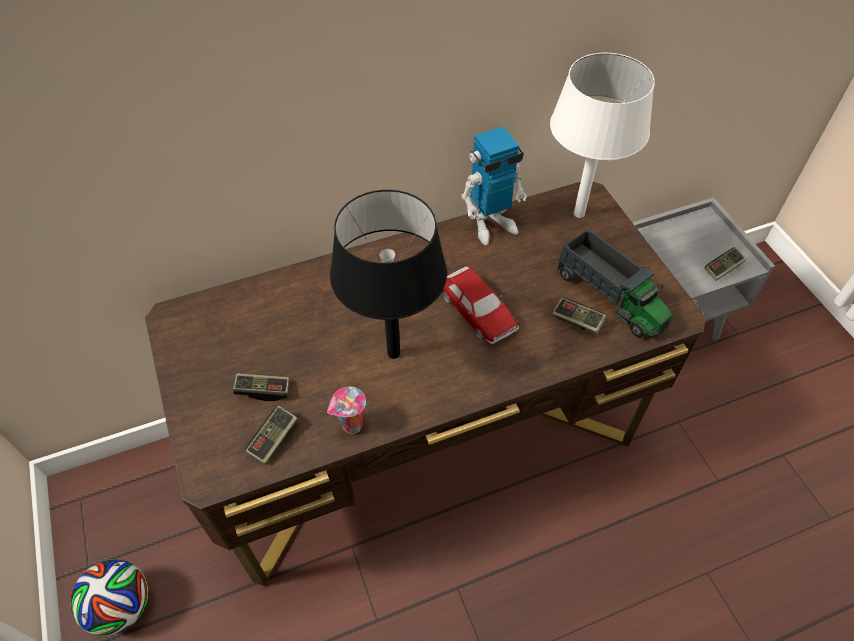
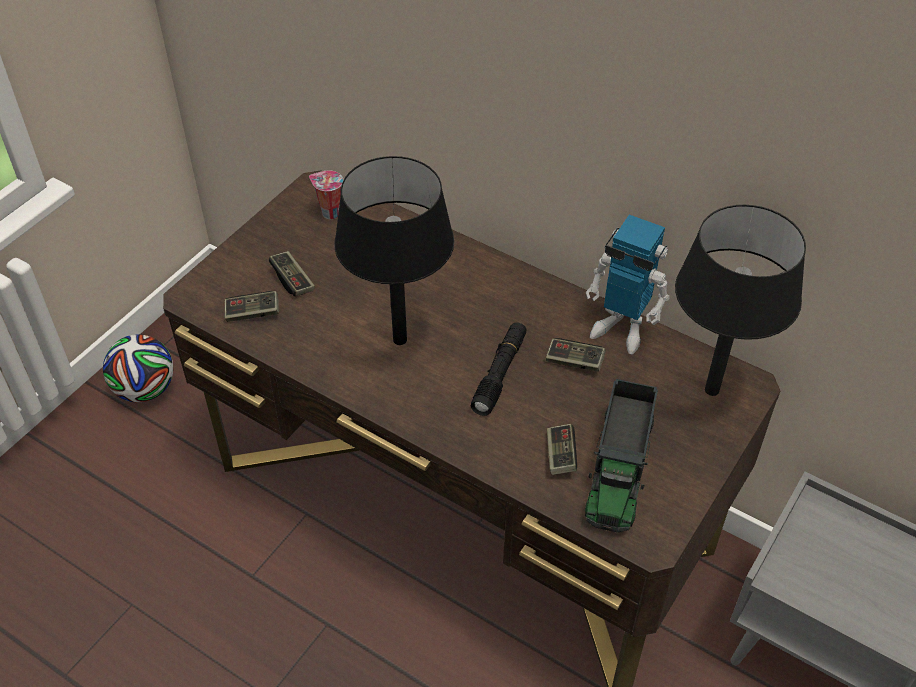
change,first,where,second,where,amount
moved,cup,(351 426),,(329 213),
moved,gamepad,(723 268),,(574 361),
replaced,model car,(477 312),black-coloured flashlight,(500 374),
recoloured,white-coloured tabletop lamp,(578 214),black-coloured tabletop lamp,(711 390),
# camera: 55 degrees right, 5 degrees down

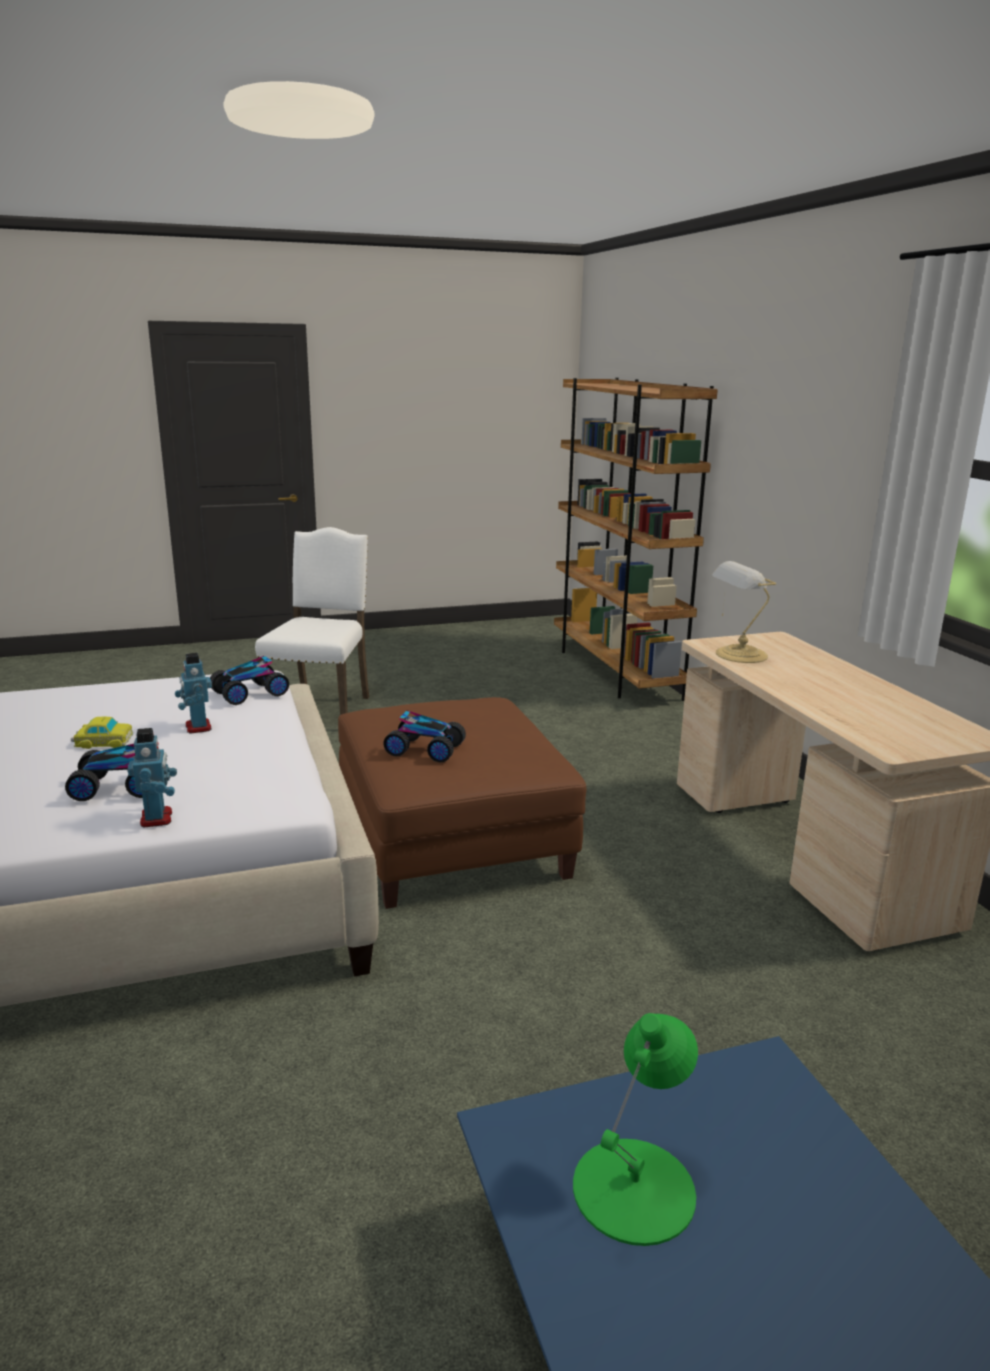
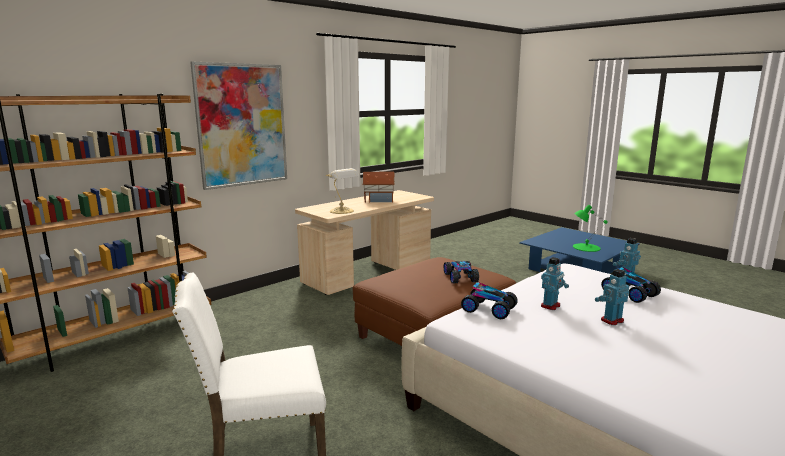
change,first,where,second,where,amount
added,,,wall picture,(242 125),
added,,,toy house,(378 200),
replaced,model car,(103 742),robot figure,(611 320),
# camera: 115 degrees left, 5 degrees down

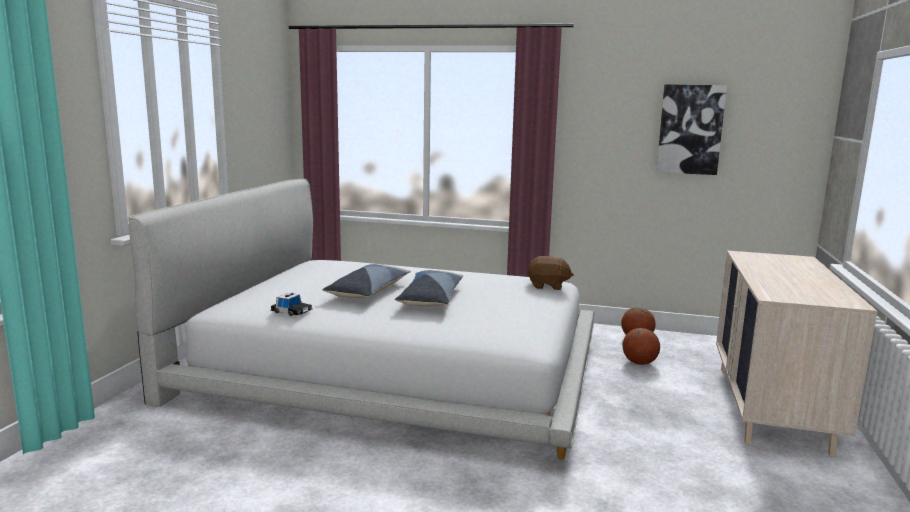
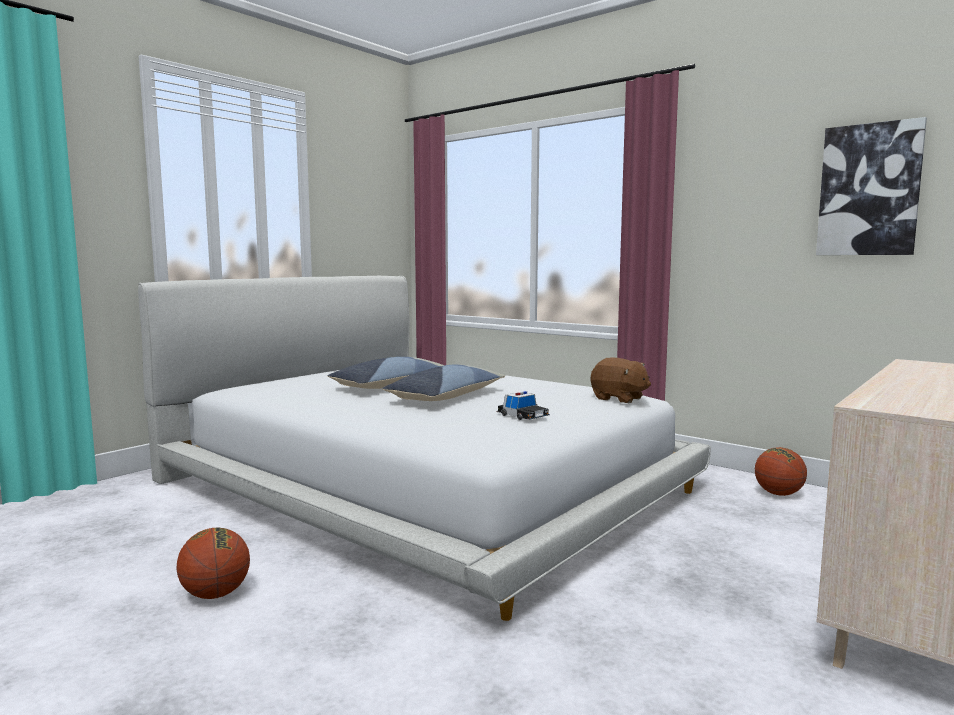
change,first,where,second,where,amount
moved,model car,(291 311),,(522 416),
moved,basketball ball,(639 363),,(215 594),
# camera: 25 degrees right, 5 degrees down

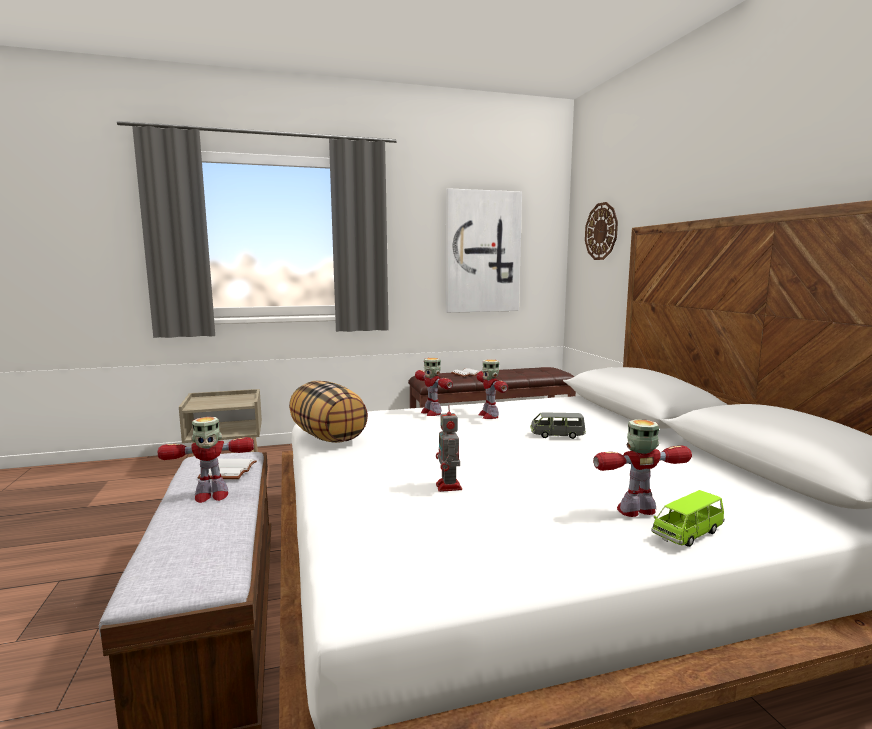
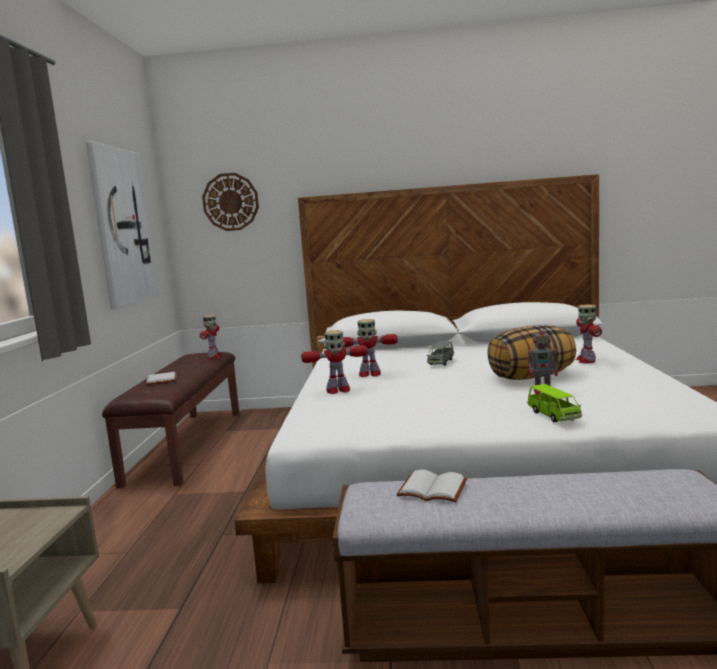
change,first,where,second,where,amount
moved,robot figure,(210 496),,(214 357),
moved,throw pillow,(329 437),,(531 377),
moved,green-coloured model car,(687 534),,(553 415),
# camera: 70 degrees left, 0 degrees up

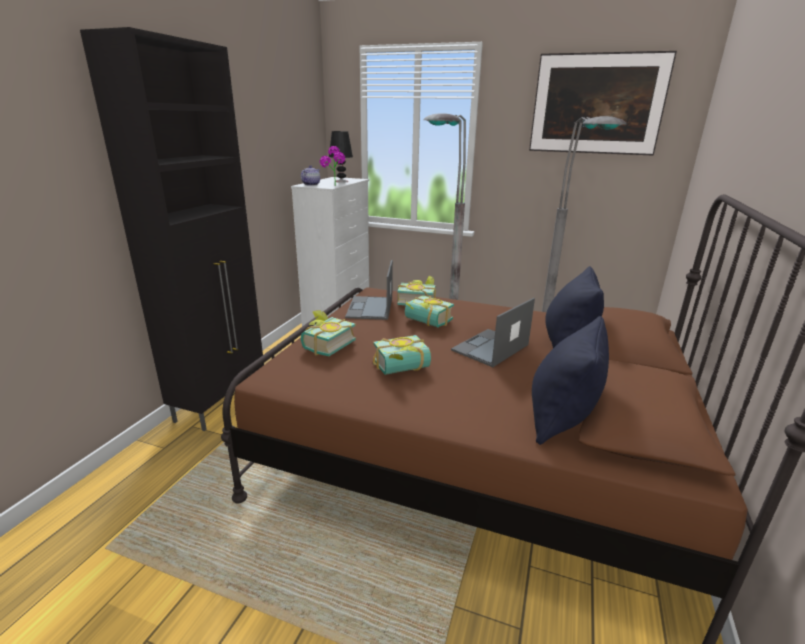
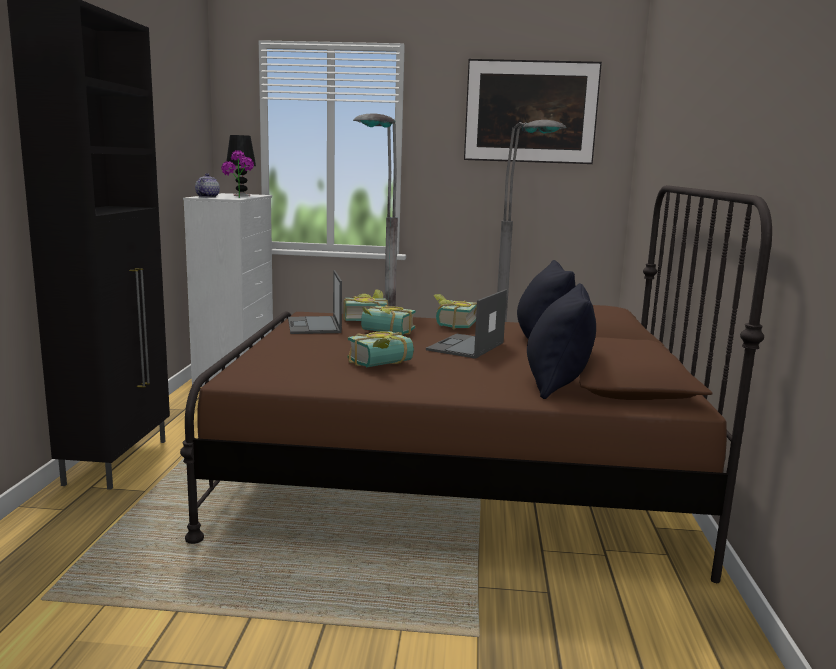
change,first,where,second,where,amount
moved,book,(325 345),,(451 324),
# camera: 15 degrees left, 10 degrees down

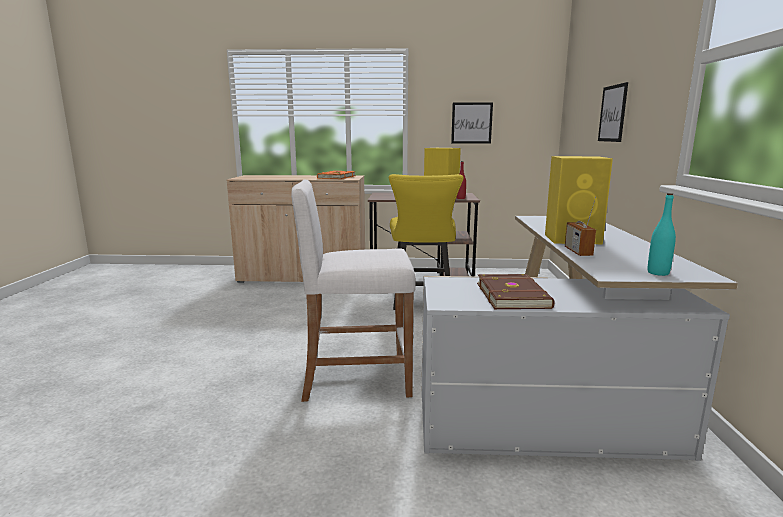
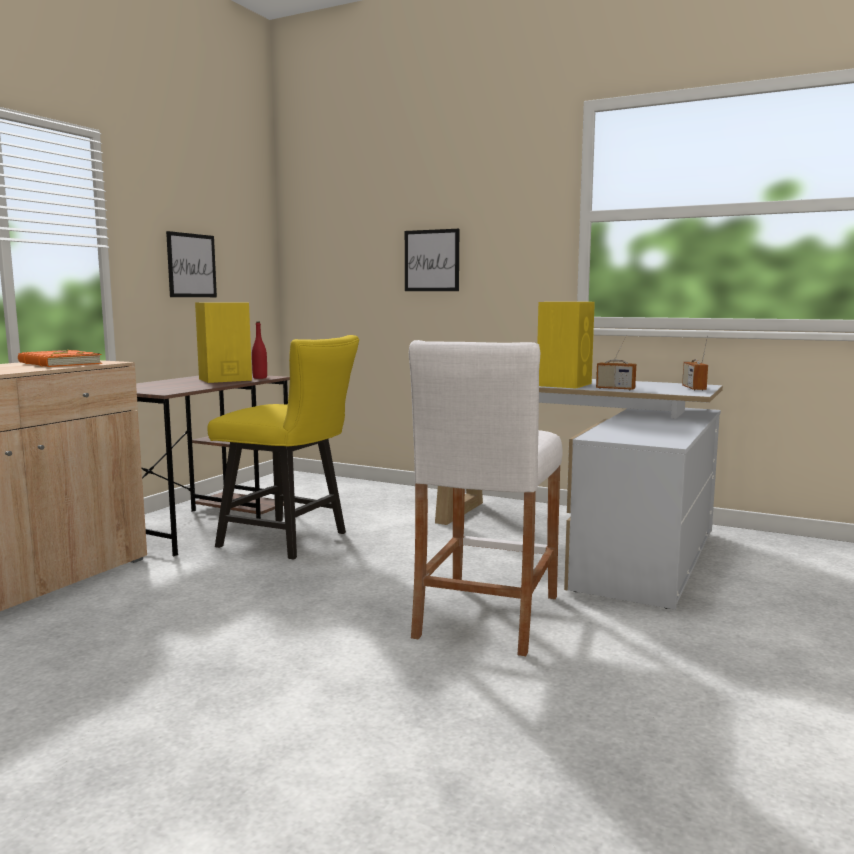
change,first,where,second,where,amount
removed,brown book,(513 295),,,
replaced,turquoise drink bottle,(658 273),radio receiver,(693 388),
# camera: 65 degrees left, 5 degrees down

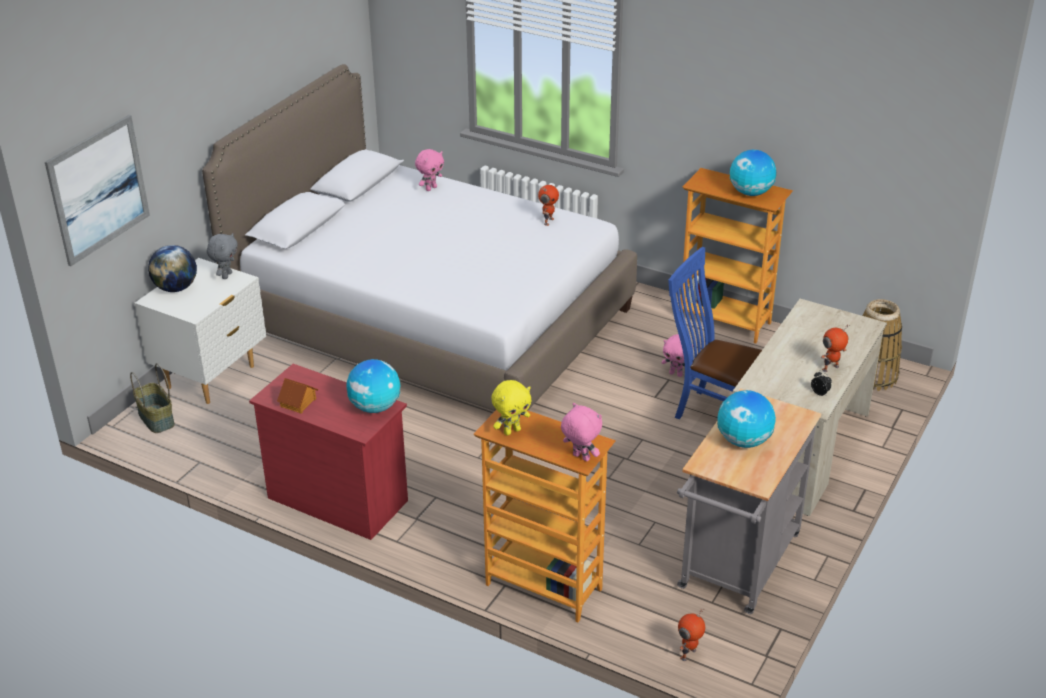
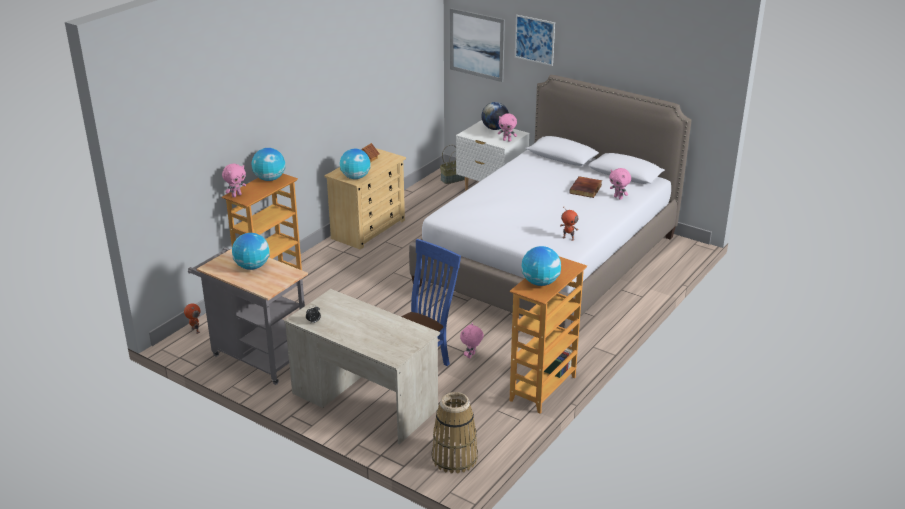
change,first,where,second,where,amount
removed,robot figure,(831 369),,,
added,,,wall picture,(534 40),
added,,,book,(586 189),
replaced,yellowish cuddly toy,(512 431),world globe,(270 179),
recoloured,greyish cuddly toy,(226 275),pinkish cuddly toy,(507 140),
recoloured,red-coloured dresser,(337 499),beige dresser,(368 229),
# camera: 95 degrees right, 5 degrees down

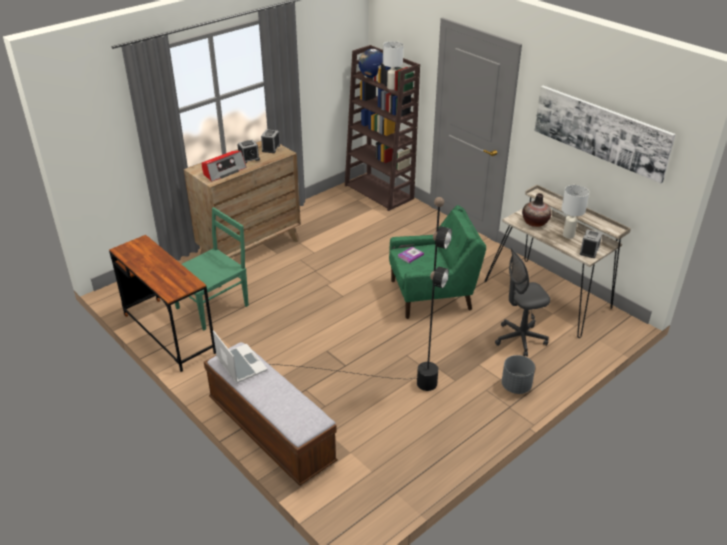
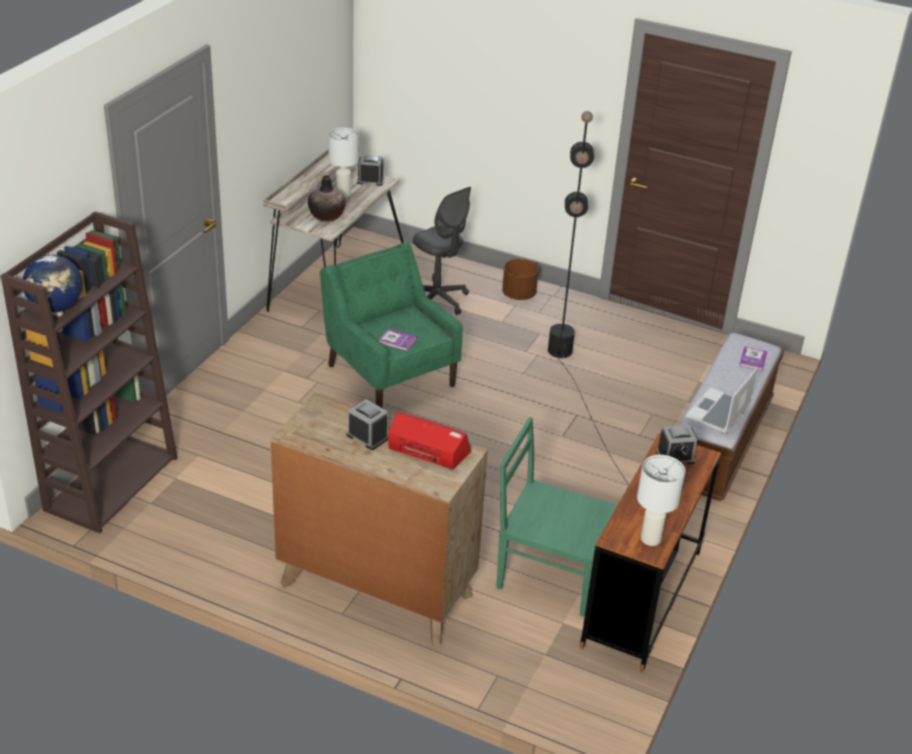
change,first,where,second,where,amount
removed,wall picture,(600 131),,,
added,,,book,(753 359),
moved,bedside clock,(271 148),,(675 457),
moved,white-coloured tabletop lamp,(392 88),,(651 539),
recoloured,greyish plant pot,(516 386),brown plant pot,(518 295),
# camera: 115 degrees left, 0 degrees up

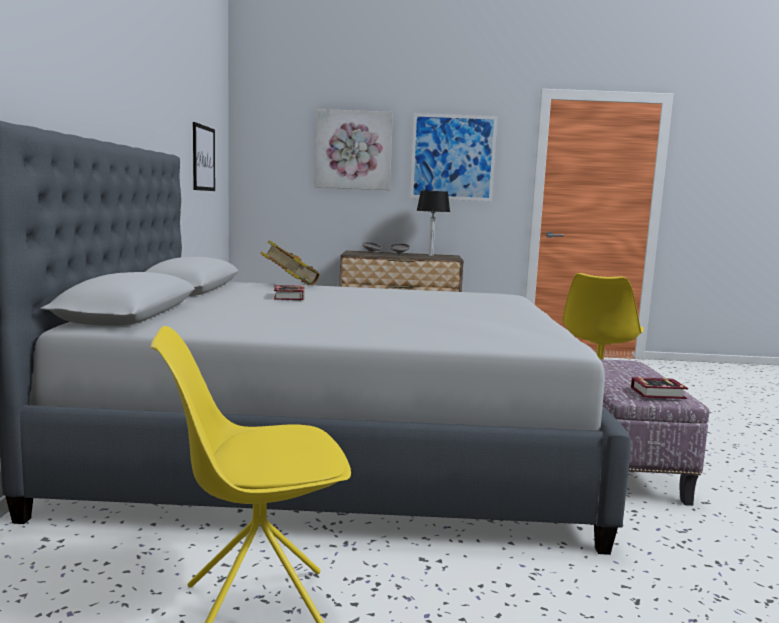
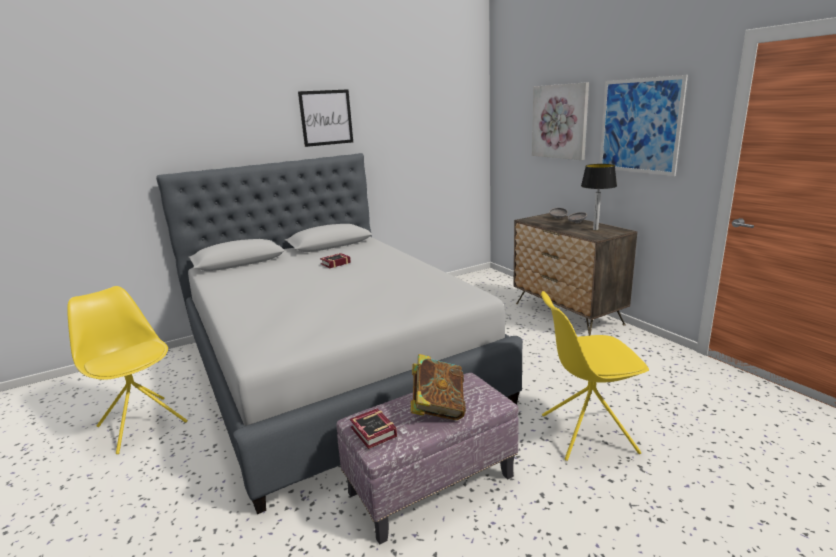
change,first,where,second,where,amount
moved,wall picture,(203 158),,(326 117),
moved,book,(290 285),,(438 409),
# camera: 60 degrees right, 10 degrees up

